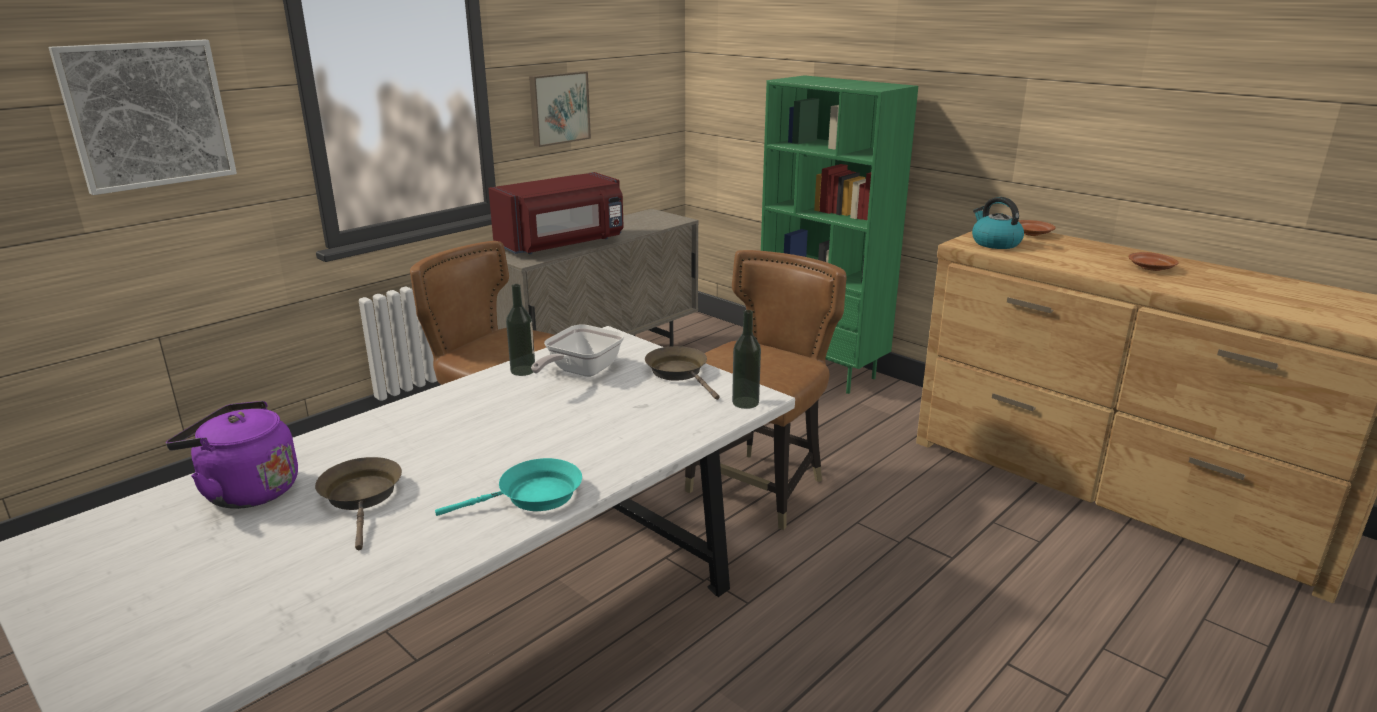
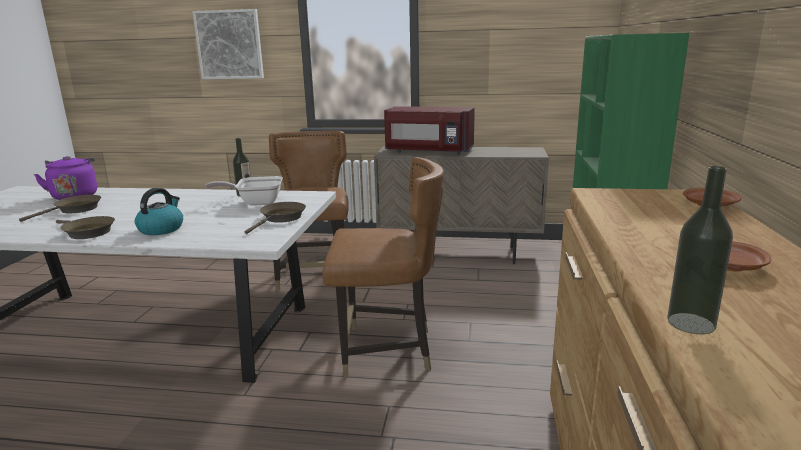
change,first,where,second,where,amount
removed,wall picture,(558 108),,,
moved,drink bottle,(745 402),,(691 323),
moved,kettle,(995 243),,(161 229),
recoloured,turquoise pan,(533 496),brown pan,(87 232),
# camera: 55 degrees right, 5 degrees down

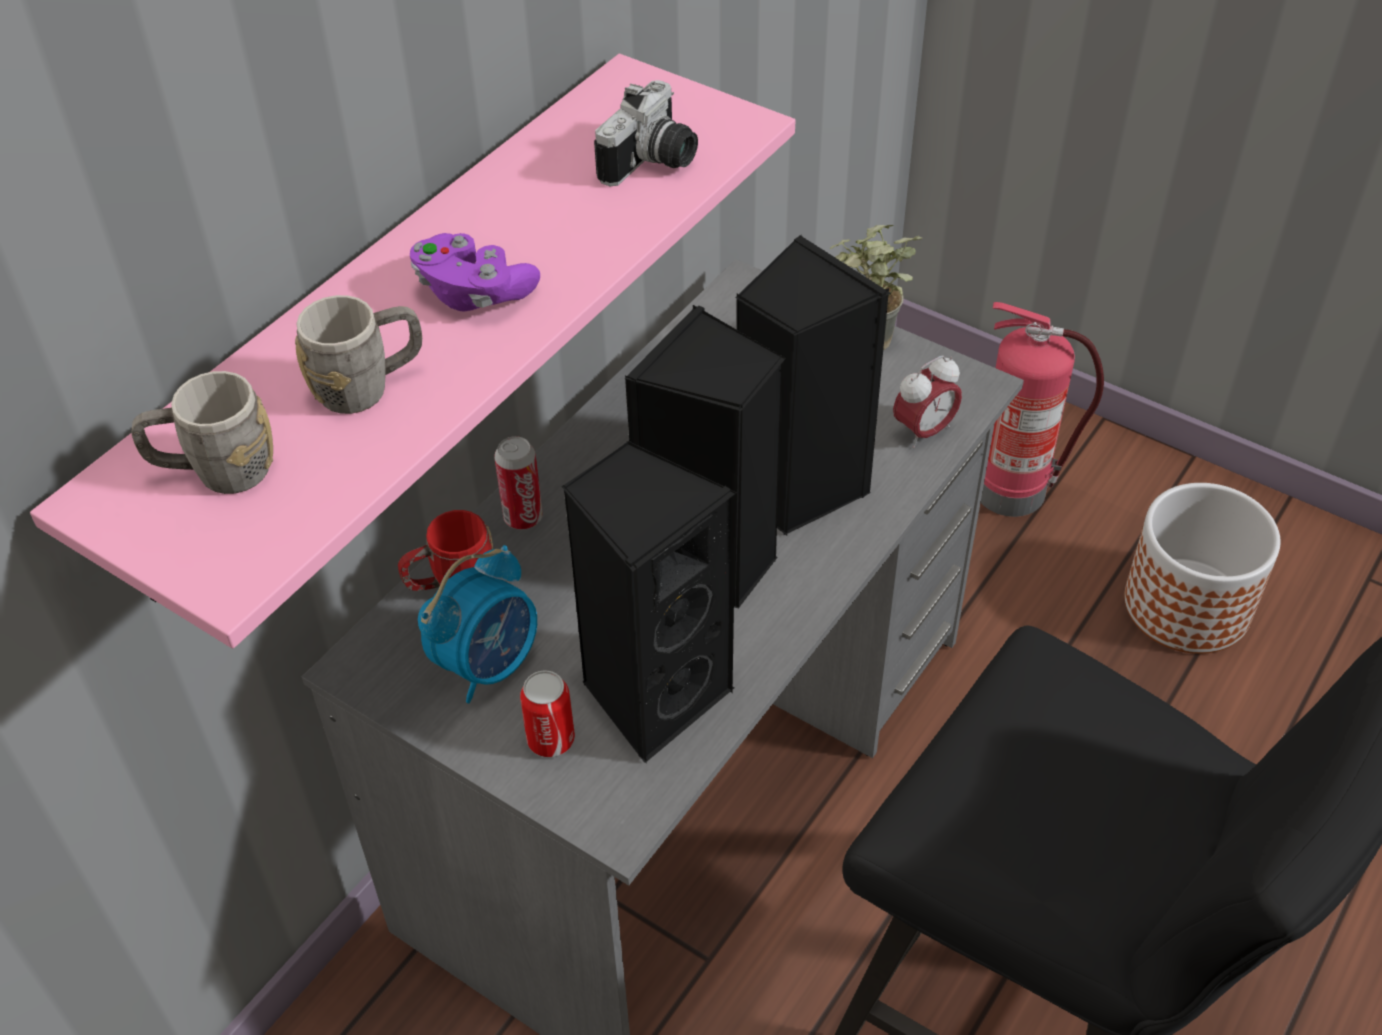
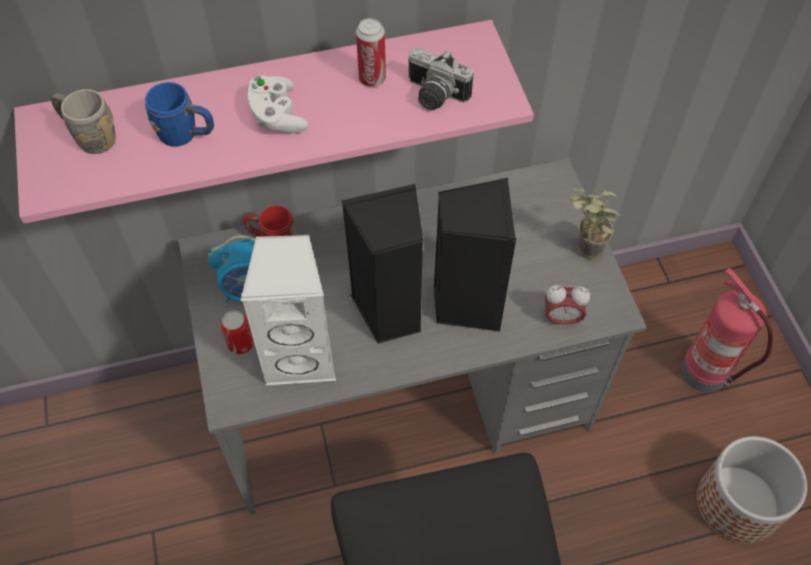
change,first,where,second,where,amount
moved,metal can,(523 518),,(372 79),
recoloured,greyish coffee mug,(369 386),bluish coffee mug,(186 135),
recoloured,purple gamepad,(474 293),white-coloured gamepad,(277 116),
recoloured,black-coloured audio speaker,(653 693),white-coloured audio speaker,(301 356),
turned,still camera,(654 163),,(433 96),45 degrees clockwise
# camera: 40 degrees right, 10 degrees up

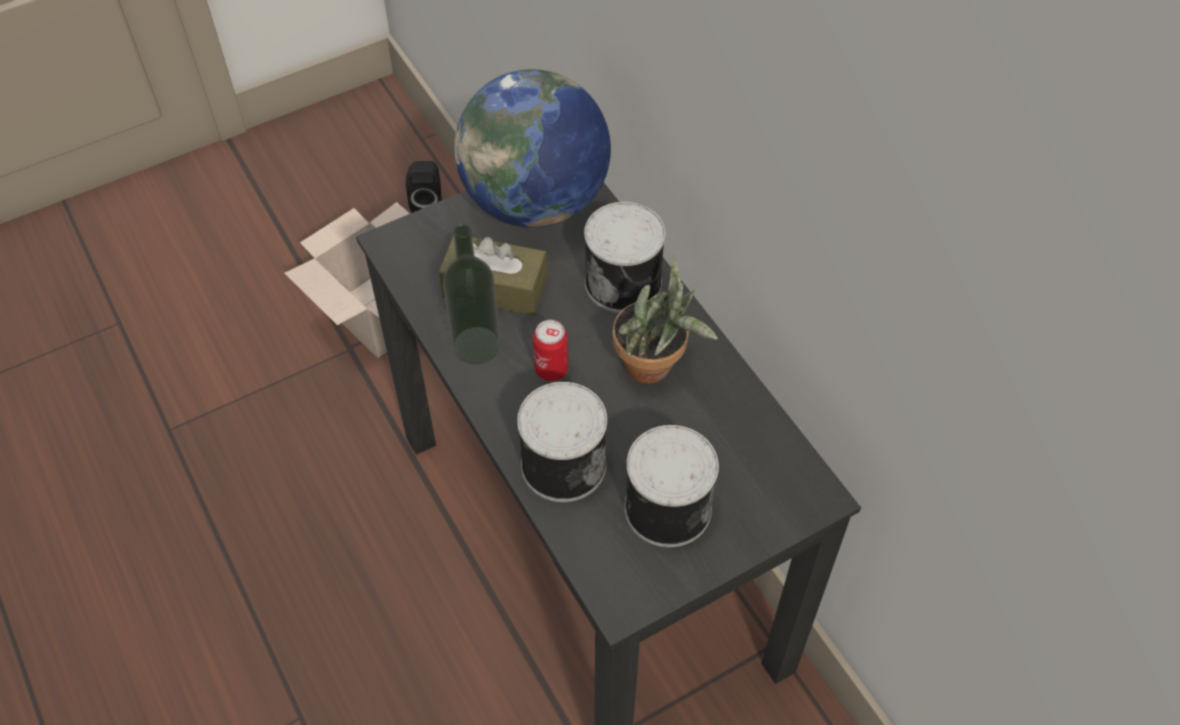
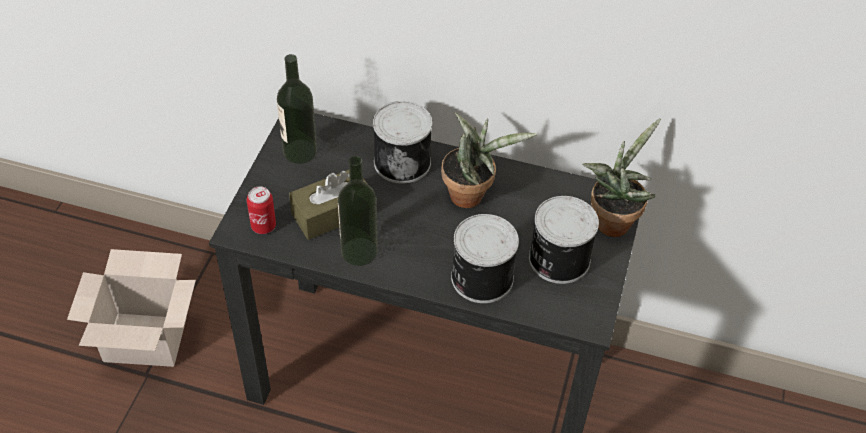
change,first,where,second,where,amount
removed,black-coloured audio speaker,(427 203),,,
added,,,plant in a pot,(612 220),
moved,metal can,(551 369),,(263 226),
replaced,world globe,(535 202),drink bottle,(300 151),
# camera: 45 degrees left, 5 degrees down

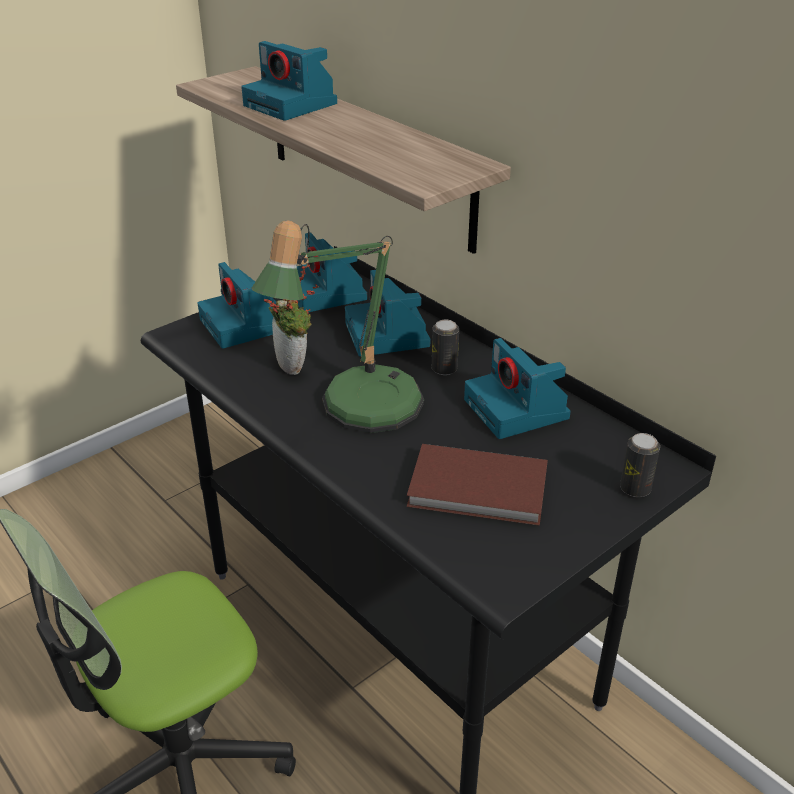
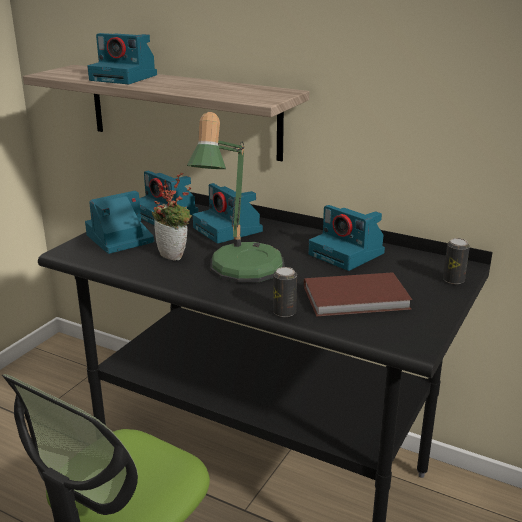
change,first,where,second,where,amount
moved,metal can,(444 369),,(284 312),
turned,still camera,(245 325),,(118 239),105 degrees clockwise
# camera: 20 degrees left, 10 degrees down

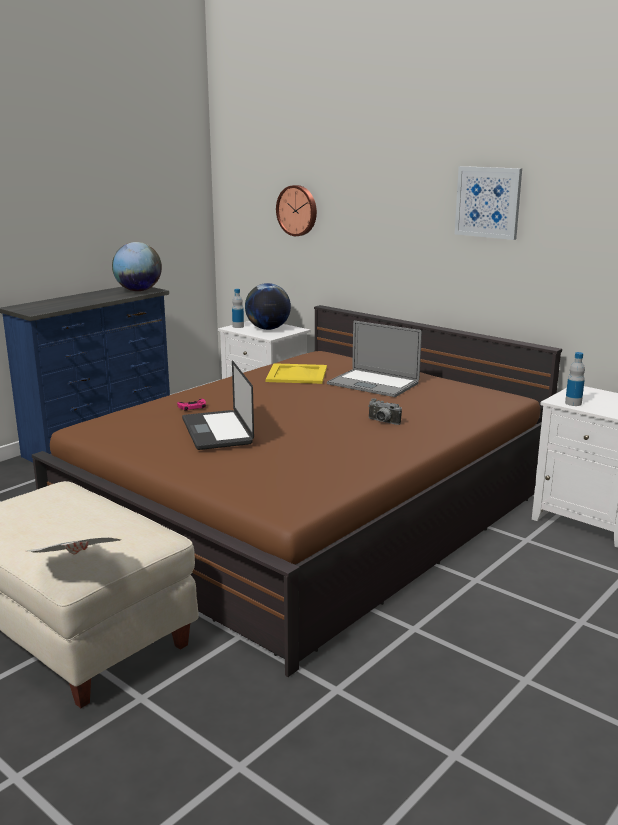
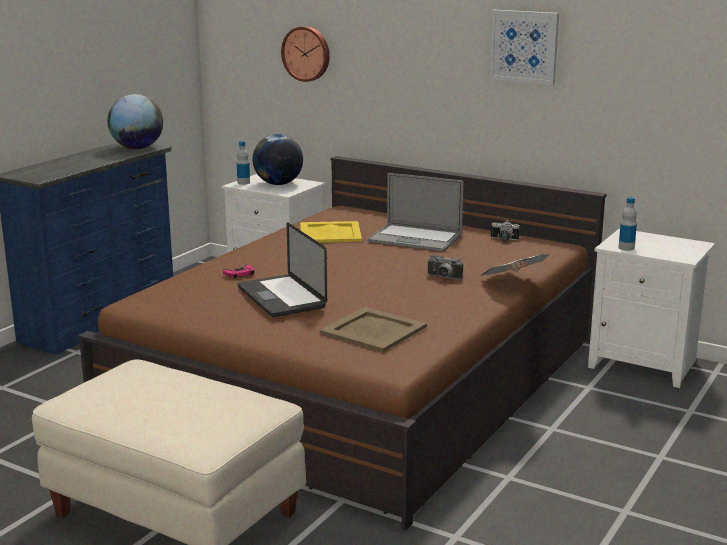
change,first,where,second,where,amount
added,,,beige carrying tray,(373 330),
added,,,still camera,(503 239),
moved,daily paper,(77 567),,(513 283),
# camera: 10 degrees left, 0 degrees up

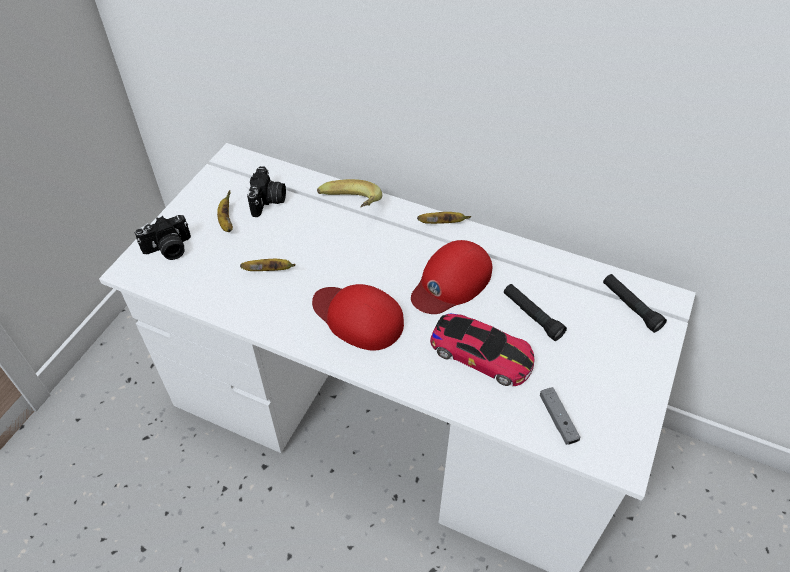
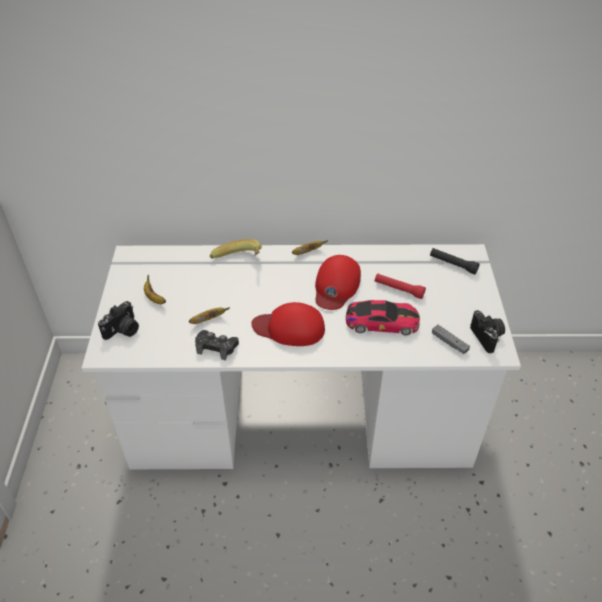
change,first,where,second,where,amount
added,,,black-coloured gamepad,(216 347),
moved,still camera,(268 201),,(487 337),
recoloured,black-coloured flashlight,(532 316),red-coloured flashlight,(399 289),
# camera: 25 degrees left, 5 degrees down

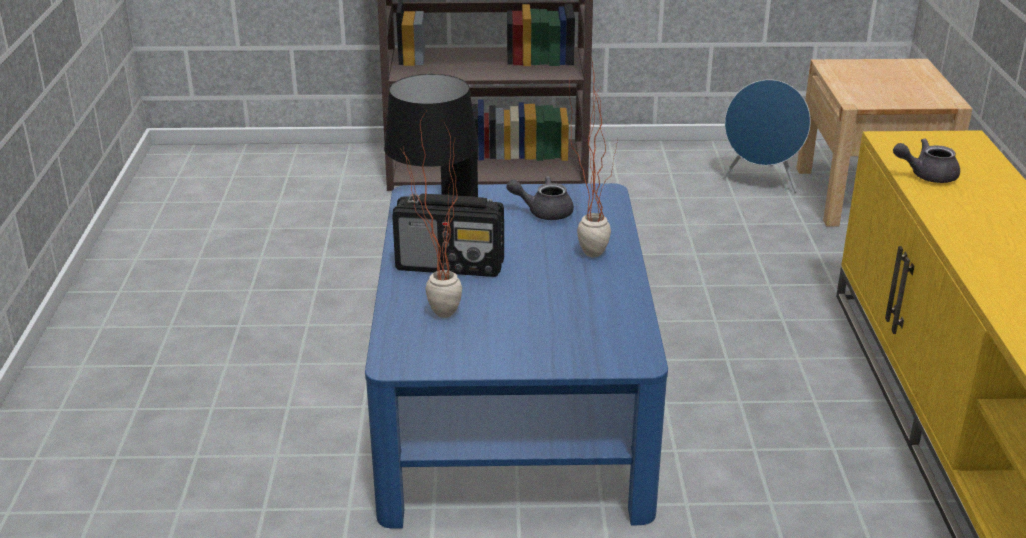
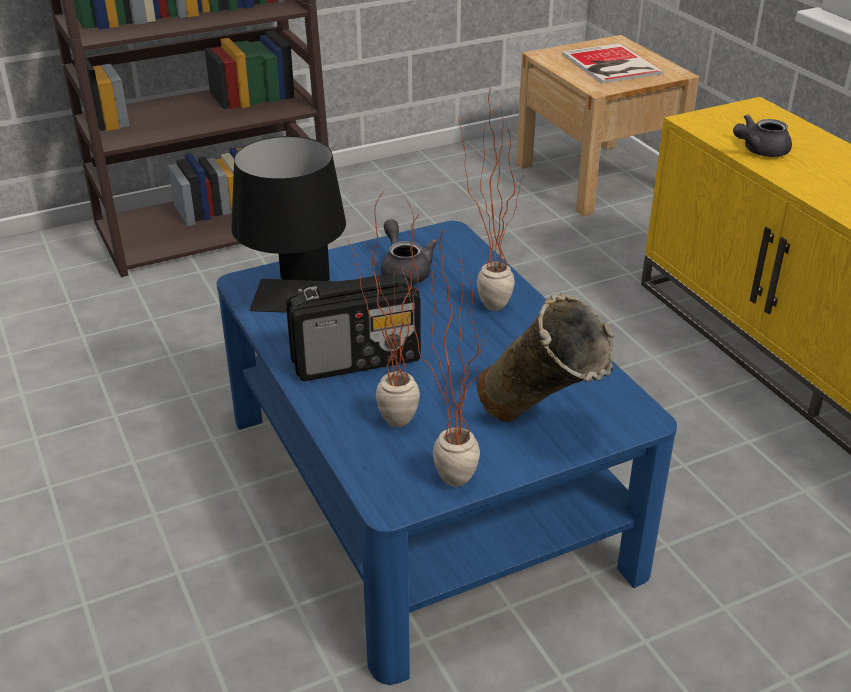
change,first,where,second,where,amount
removed,bluish audio speaker,(761 182),,,
added,,,plant in a pot,(443 475),
added,,,beige decorative vase,(542 424),
added,,,book,(610 65),
turned,greyish pot for tea,(543 212),,(404 270),90 degrees clockwise
# camera: 25 degrees left, 5 degrees up

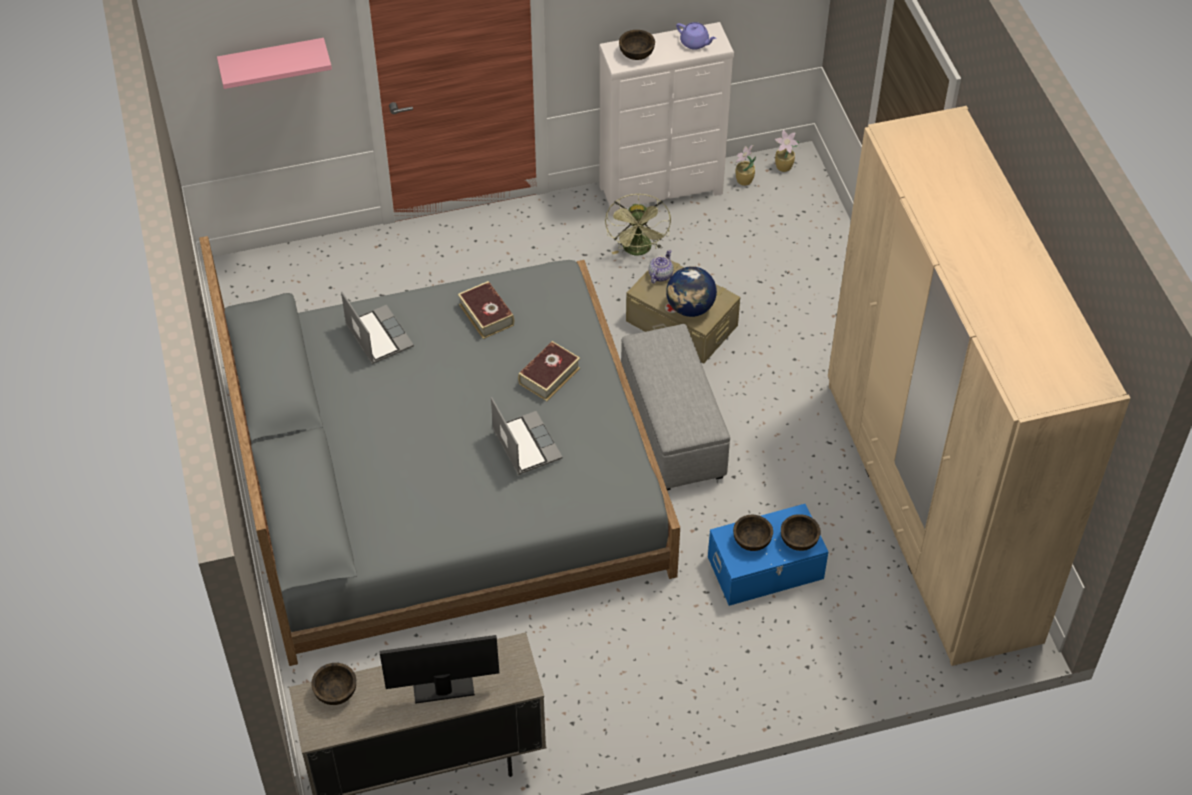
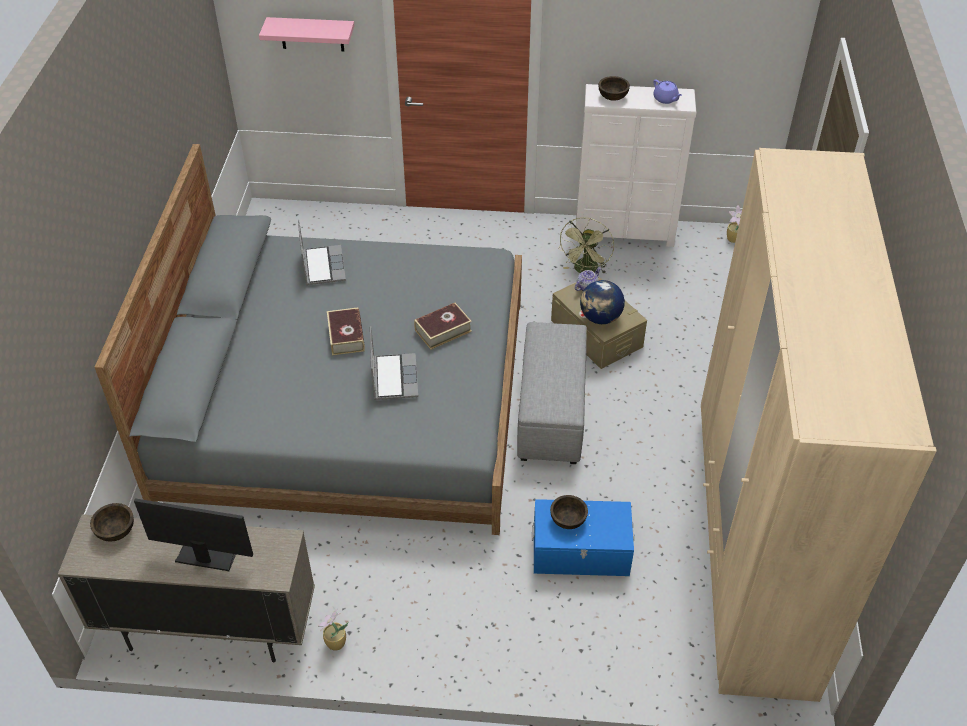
change,first,where,second,where,amount
removed,brown deep dish,(799 541),,,
moved,book,(486 315),,(346 336),
moved,plant in a pot,(743 181),,(335 643),
# camera: 20 degrees right, 5 degrees down

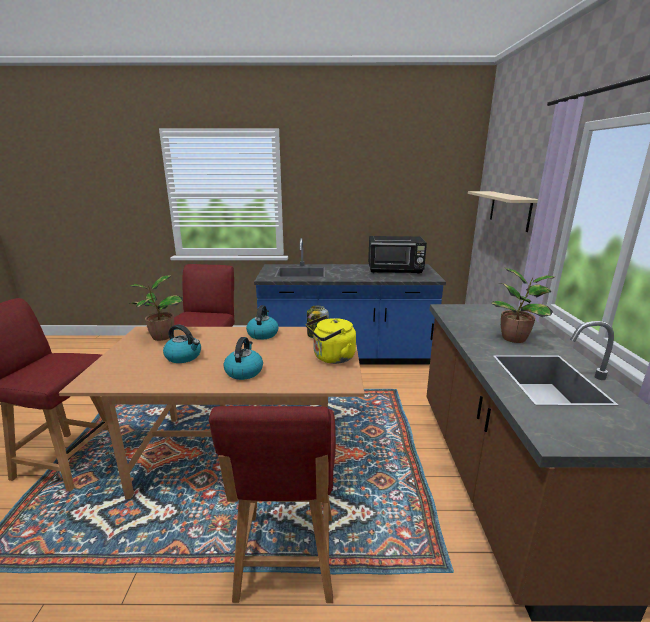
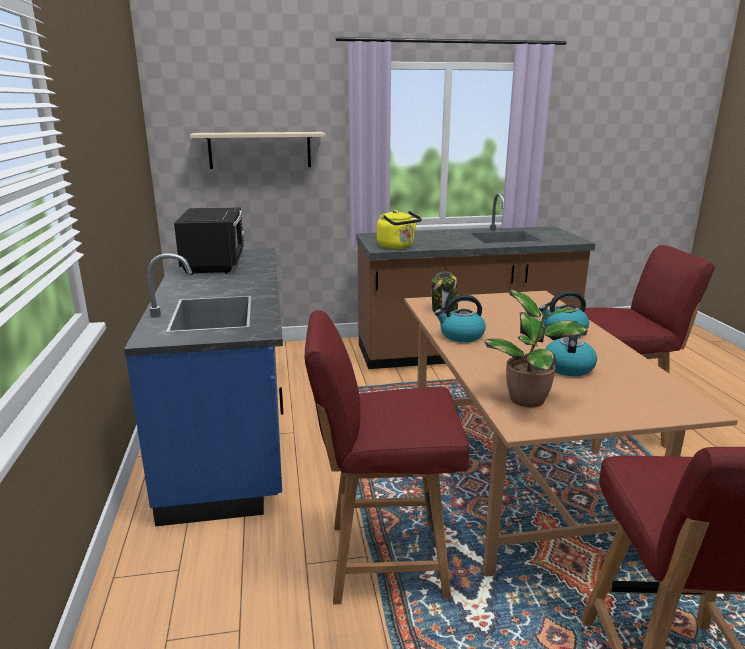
change,first,where,second,where,amount
removed,plant in a pot,(515 338),,,
moved,yellowish kettle,(331 358),,(397 247),
# camera: 100 degrees left, 0 degrees up

